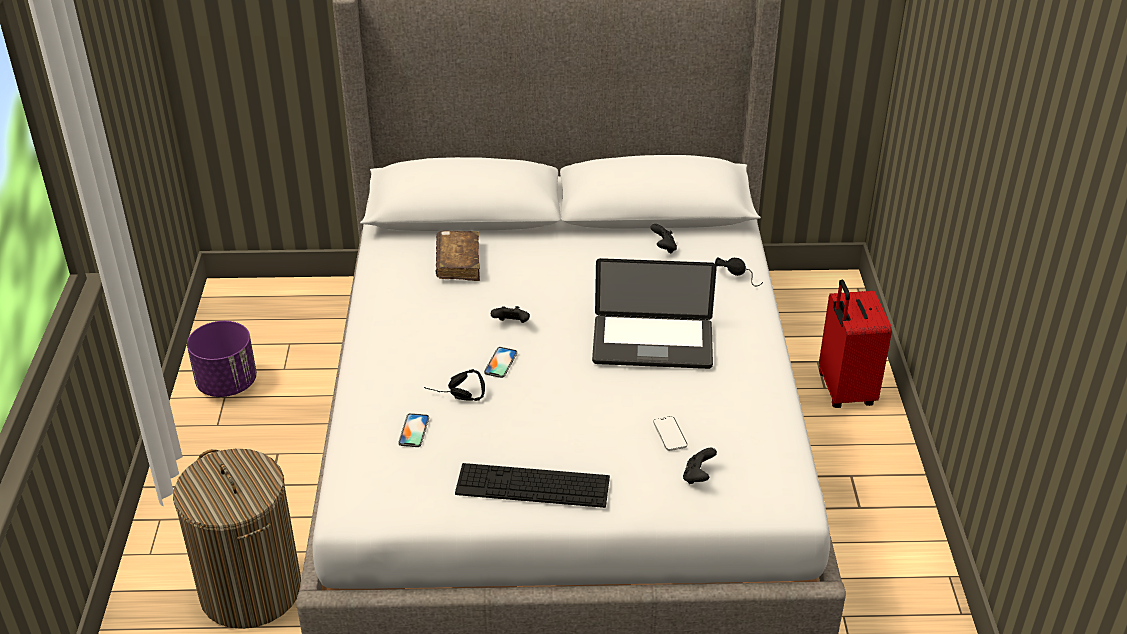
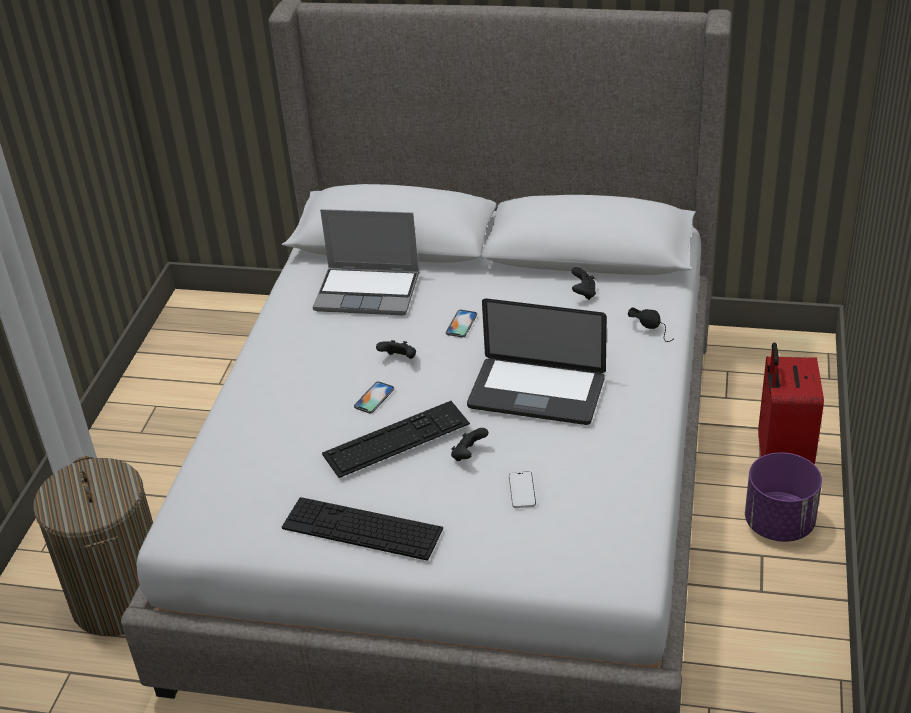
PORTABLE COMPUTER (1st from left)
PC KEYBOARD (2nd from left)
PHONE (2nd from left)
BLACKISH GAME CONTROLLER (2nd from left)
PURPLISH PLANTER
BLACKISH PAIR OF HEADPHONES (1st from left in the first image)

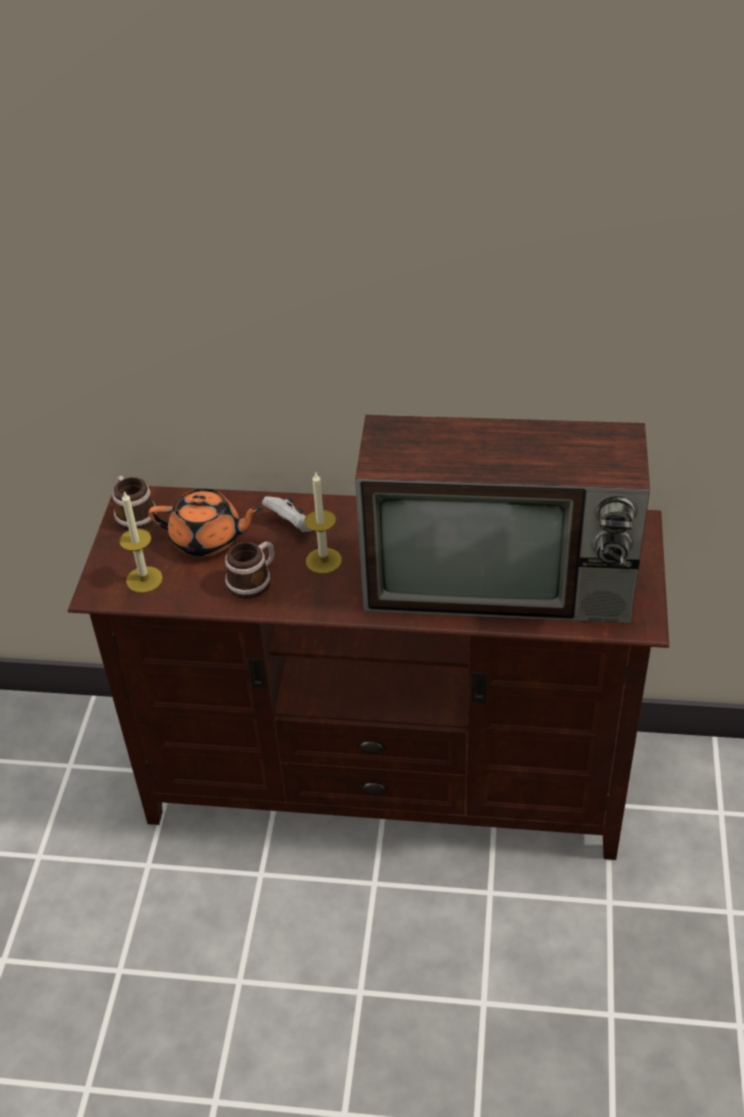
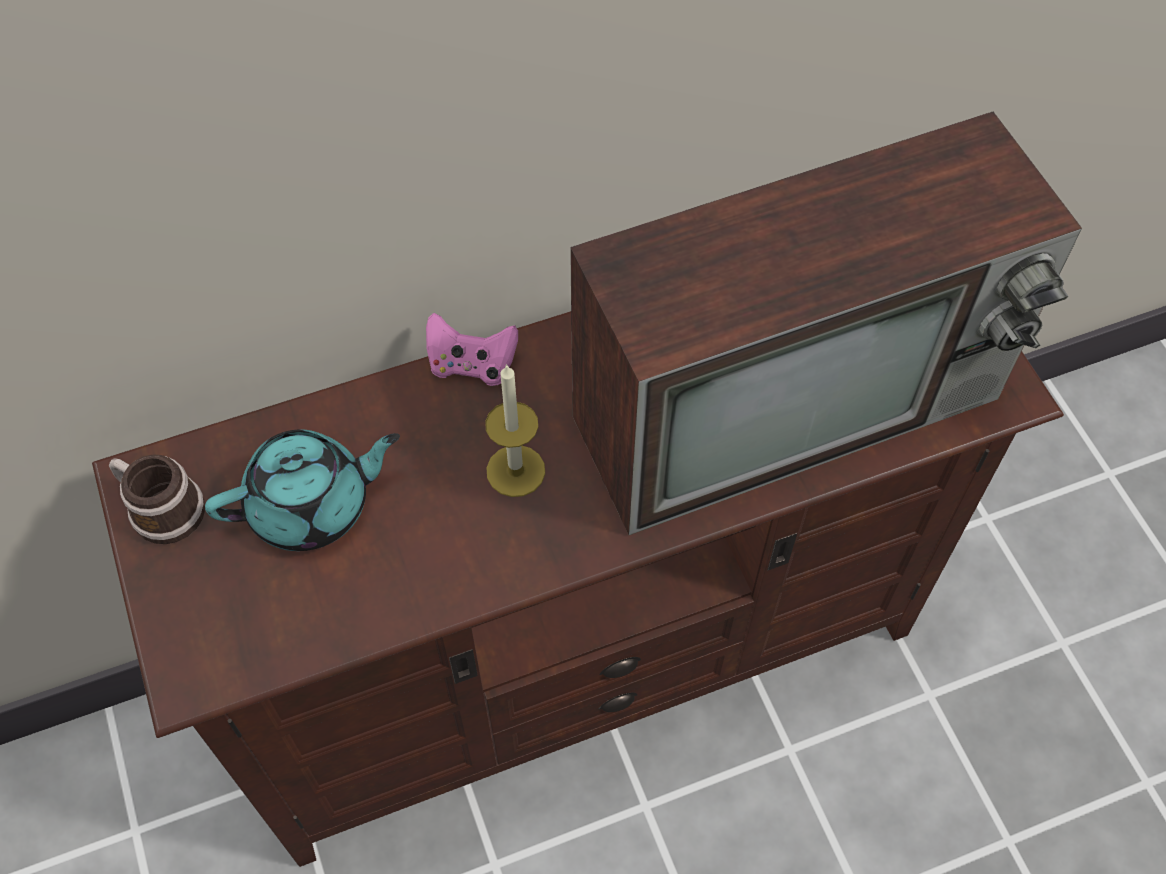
TURQUOISE TEAPOT
PINKISH GAME CONTROLLER
WAX CANDLE (1st from left in the first image)
TEA MUG (2nd from left in the first image)
WHITE GAME CONTROLLER

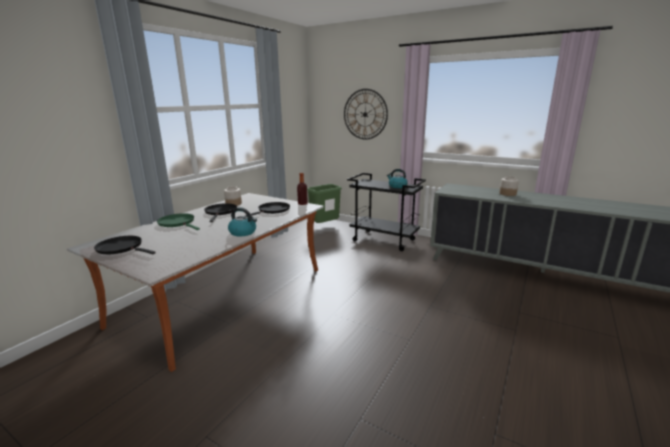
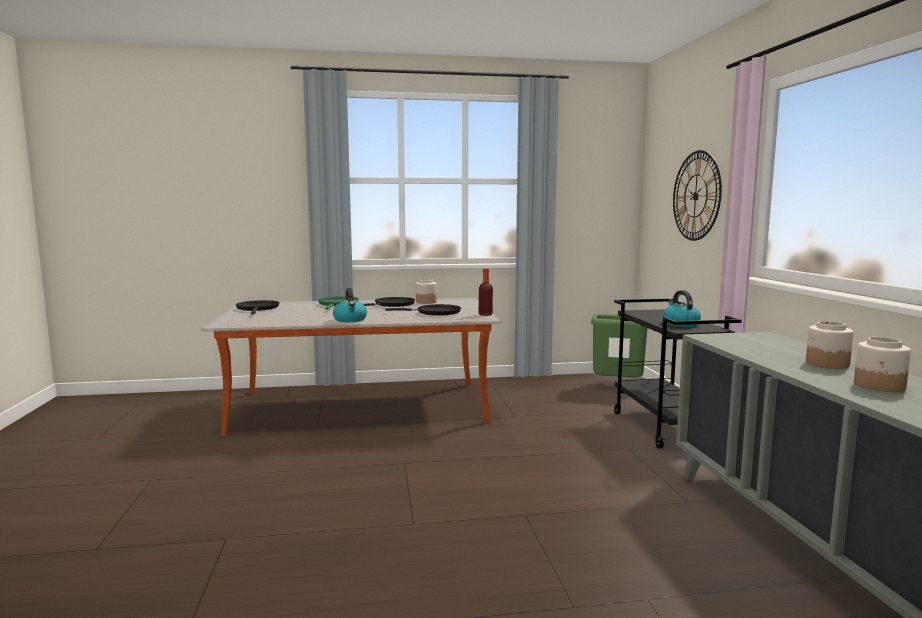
JAR (3rd from left)

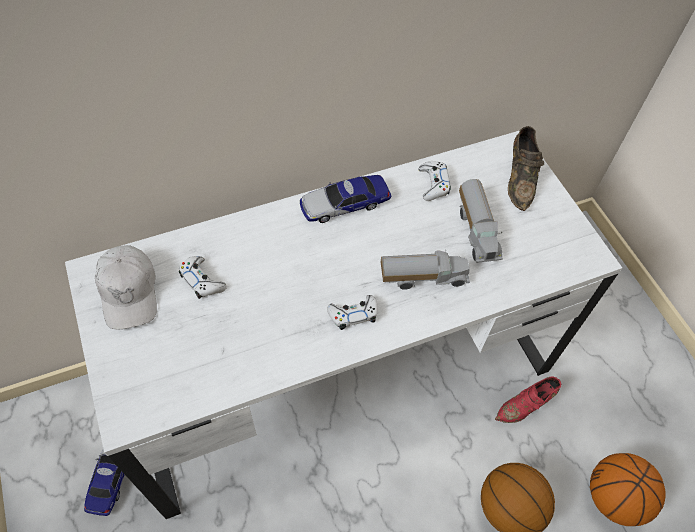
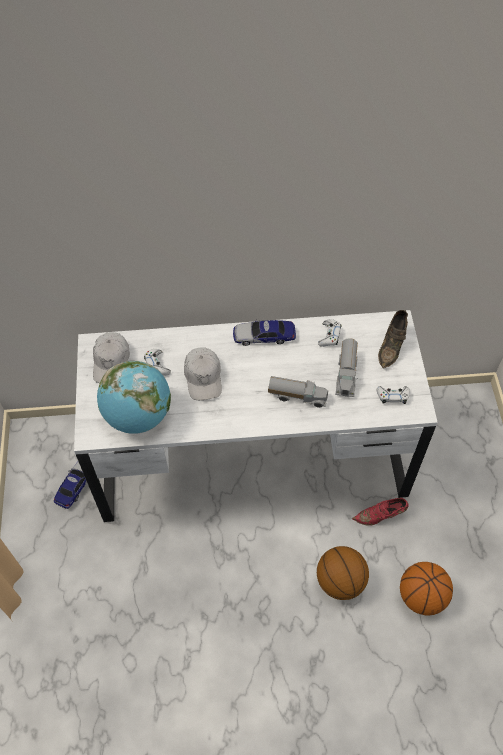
DESK GLOBE
WHITE BASEBALL CAP (2nd from left)
WHITE GAME CONTROLLER (3rd from left)

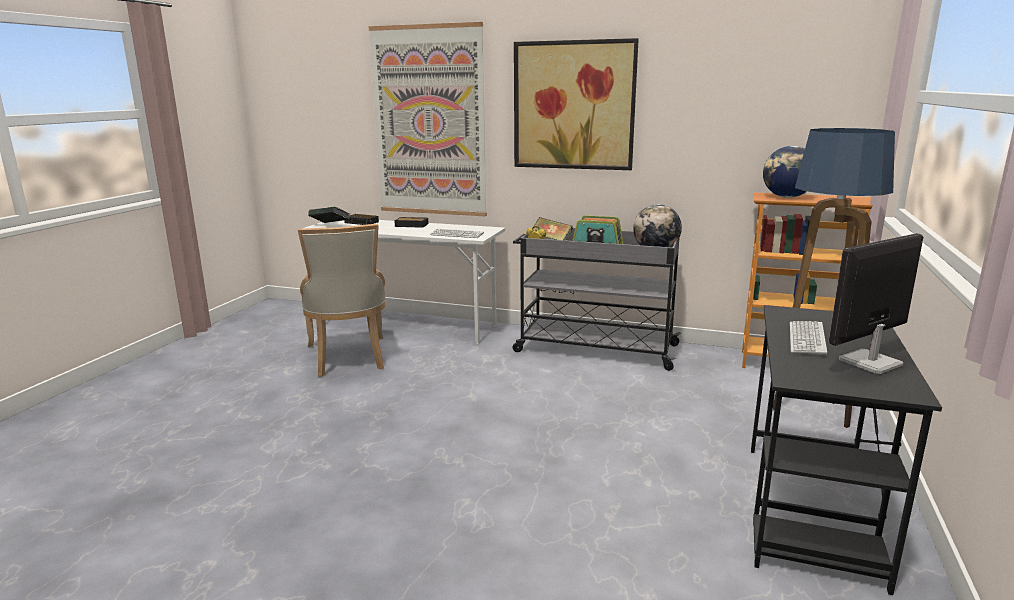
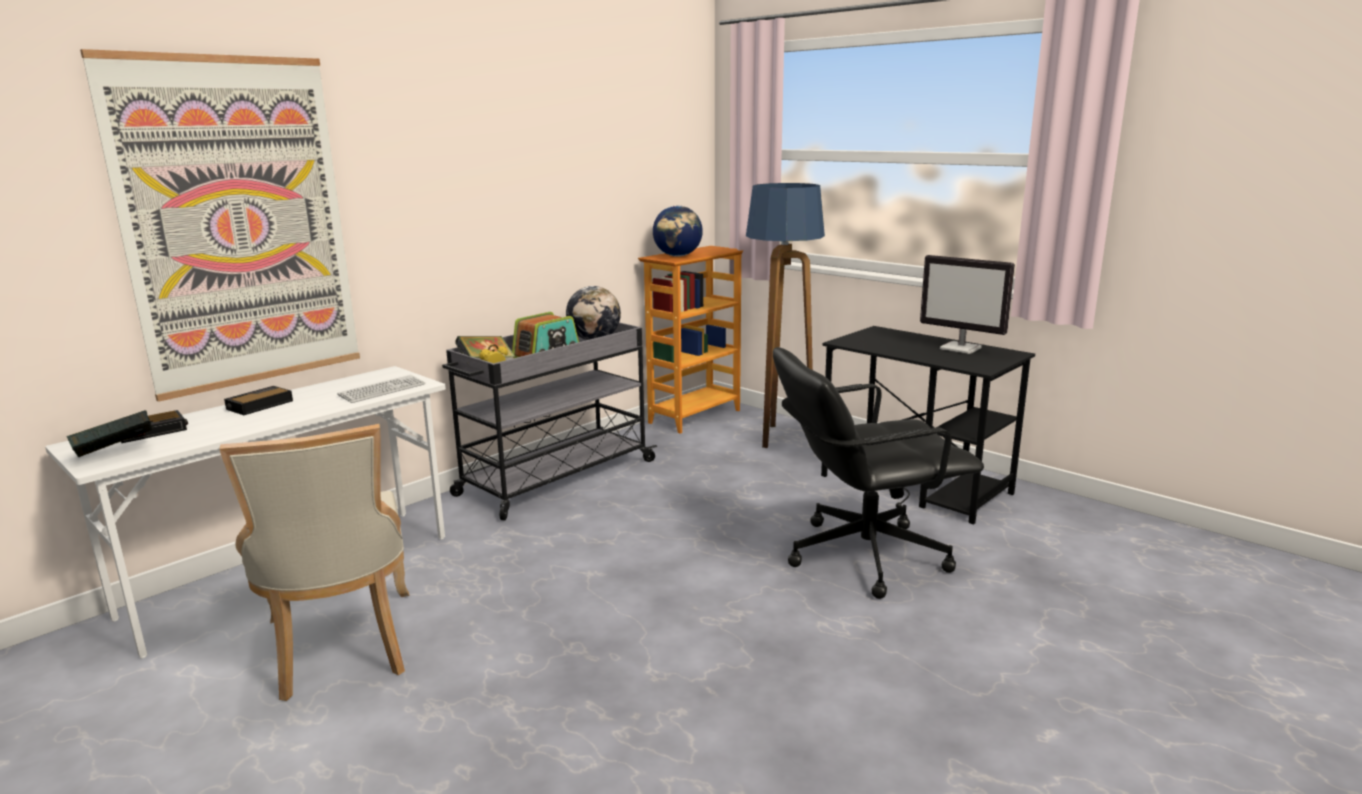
BEIGE-COLOURED PLAIN CHAIR
BLACKISH DESK CHAIR
MONITOR
PICTURE (2nd from left in the first image)
PC KEYBOARD (2nd from left in the first image)

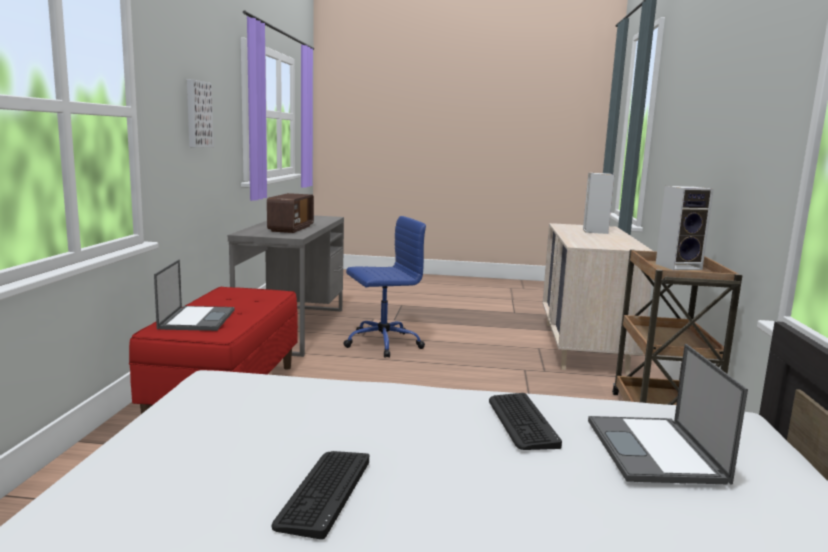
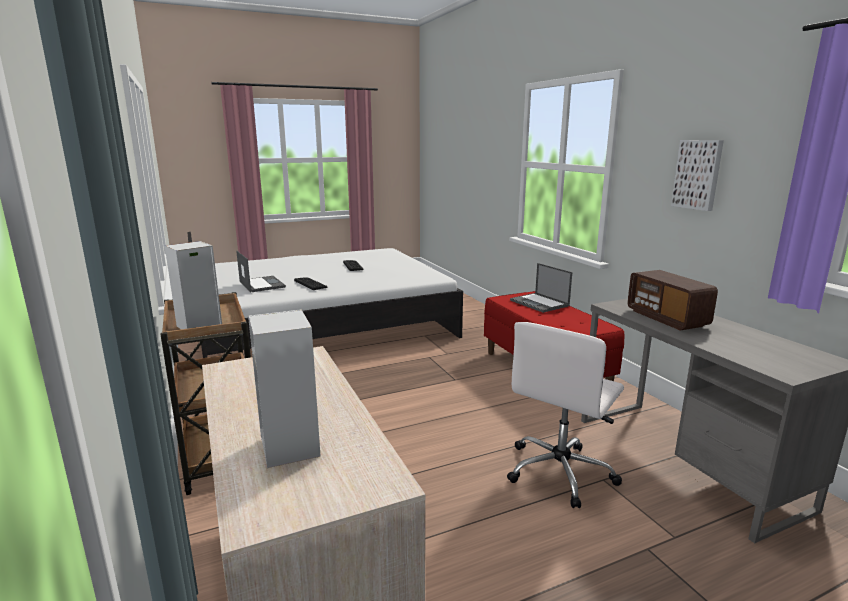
WHITE DESK CHAIR

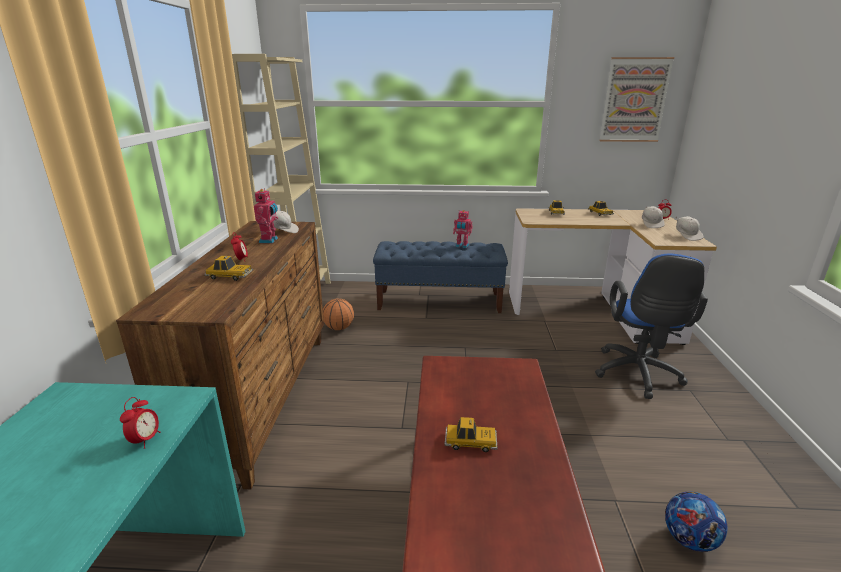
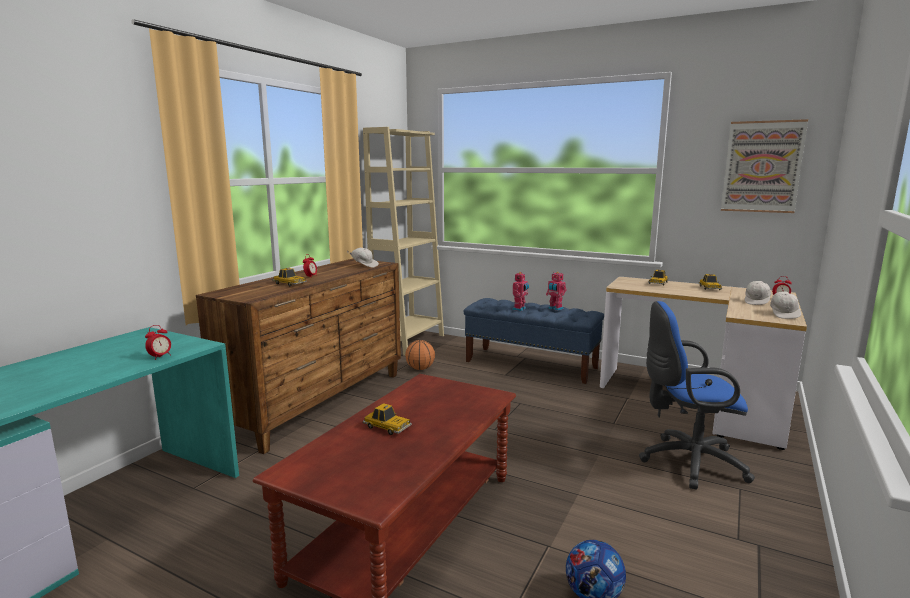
TOY ROBOT (1st from left)
BLUE-COLOURED DESK CHAIR

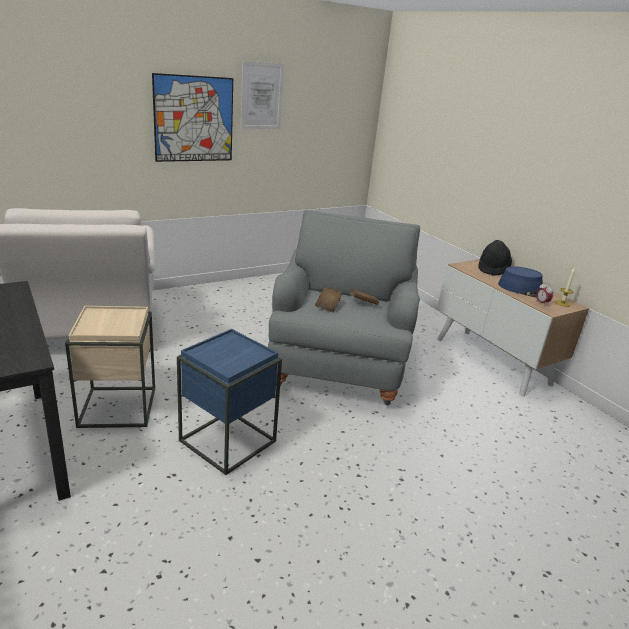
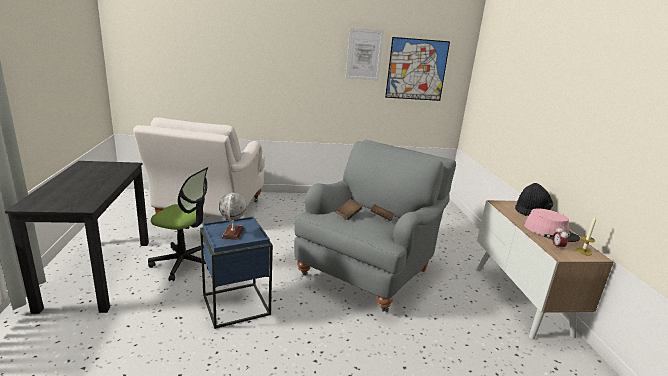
DESK CHAIR
DESK GLOBE
PICTURE (2nd from left)
PINKISH CLOTHING HAT

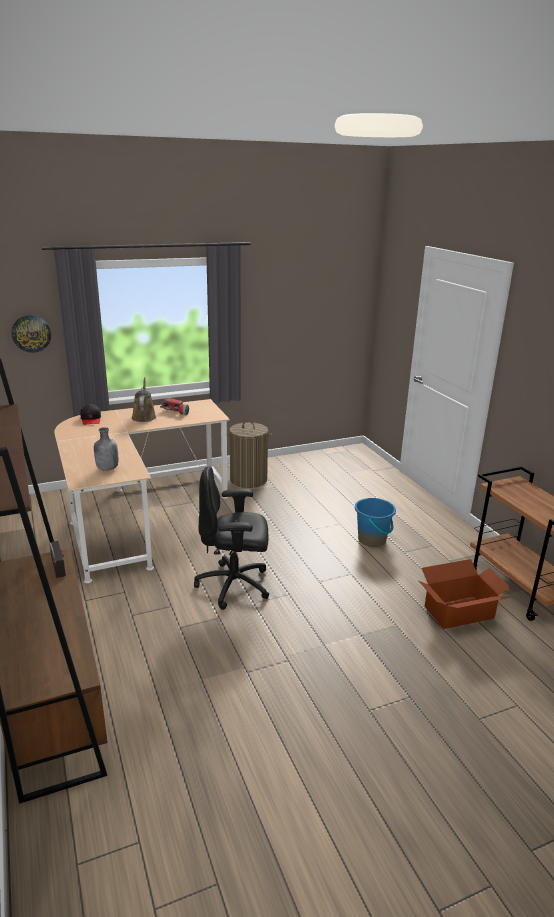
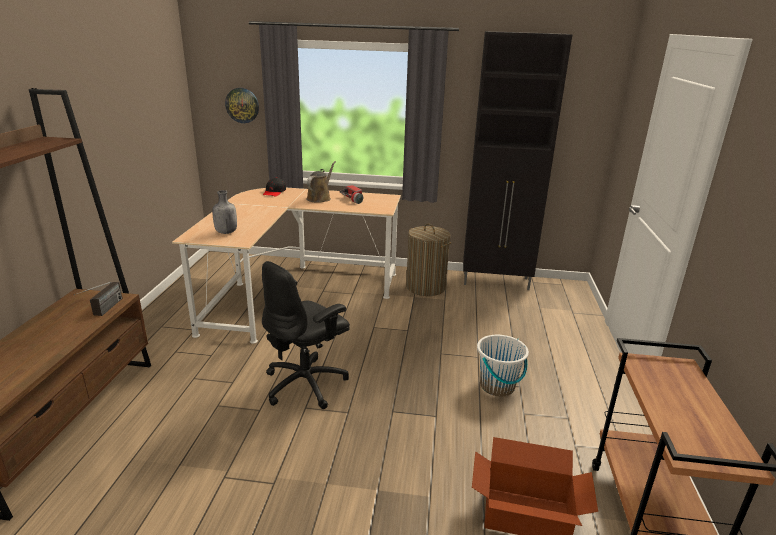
BLACKISH DESK CHAIR
BLACKISH CUPBOARD
WHITE WATER BUCKET

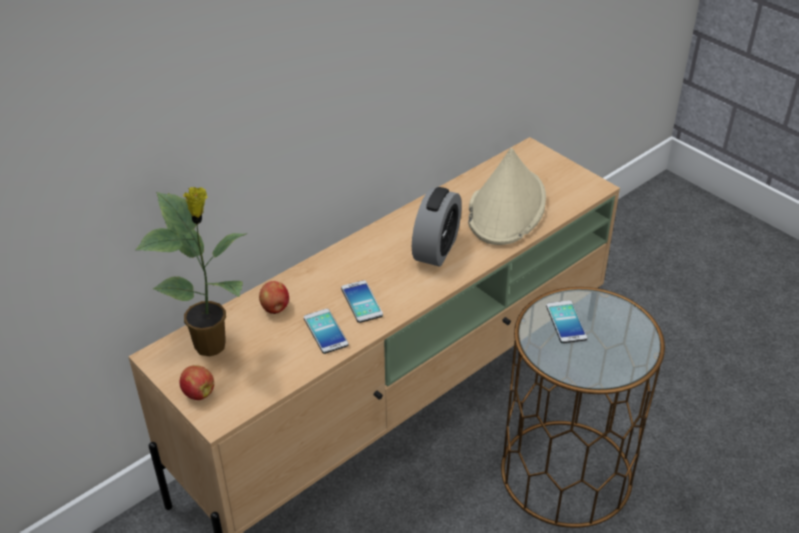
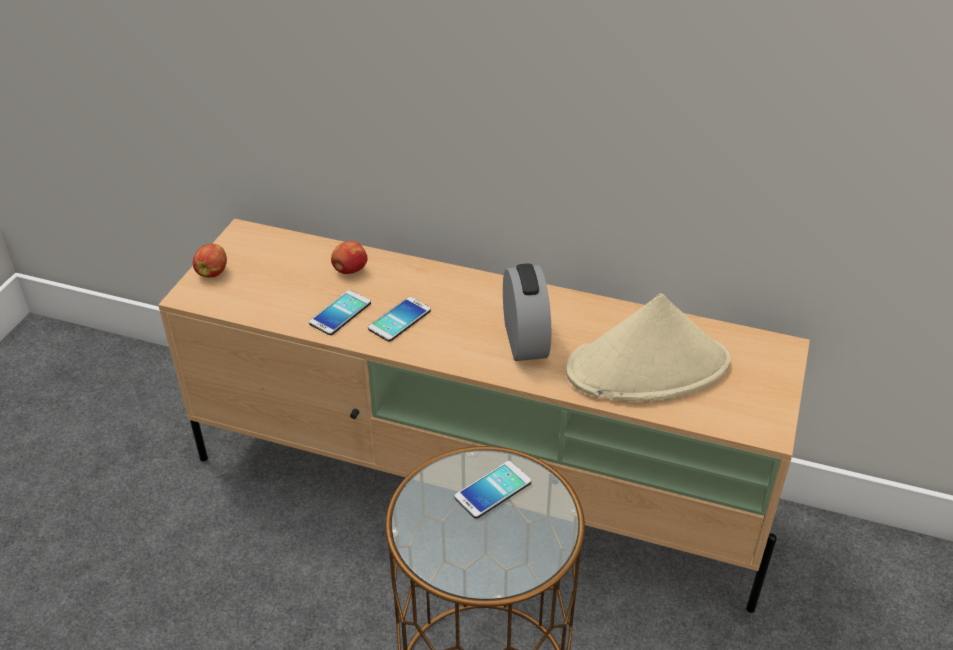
TABLE CLOCK
PLANT IN A POT

